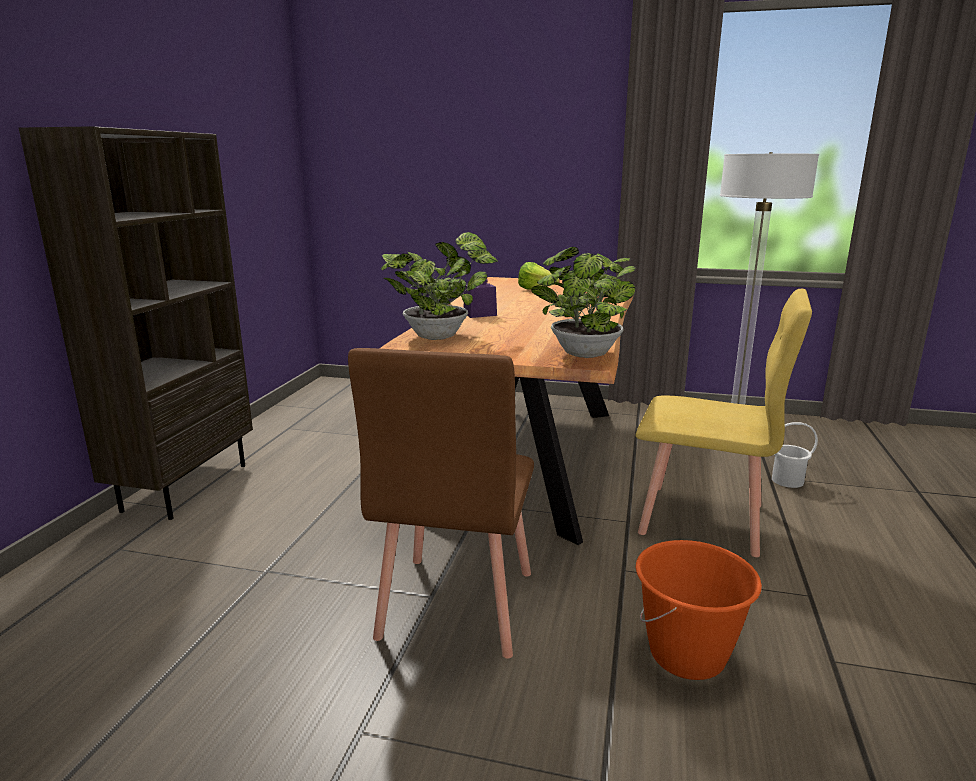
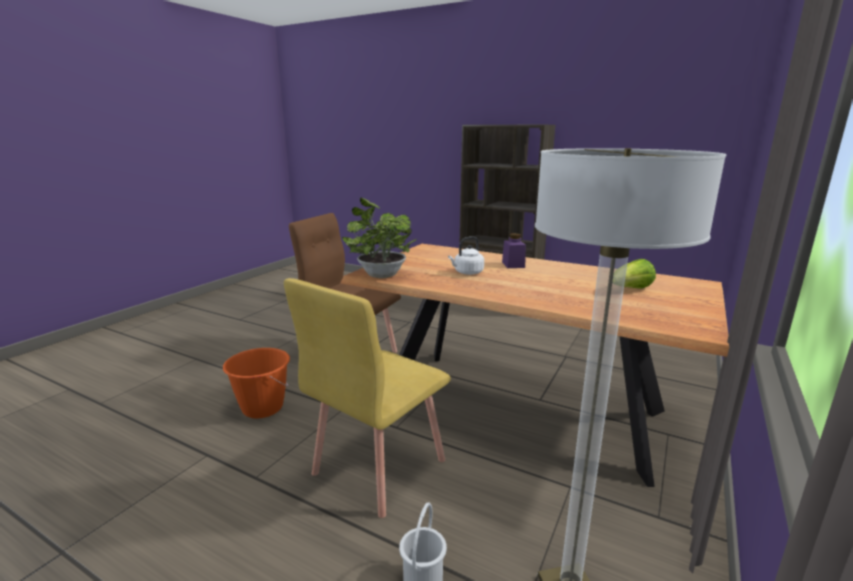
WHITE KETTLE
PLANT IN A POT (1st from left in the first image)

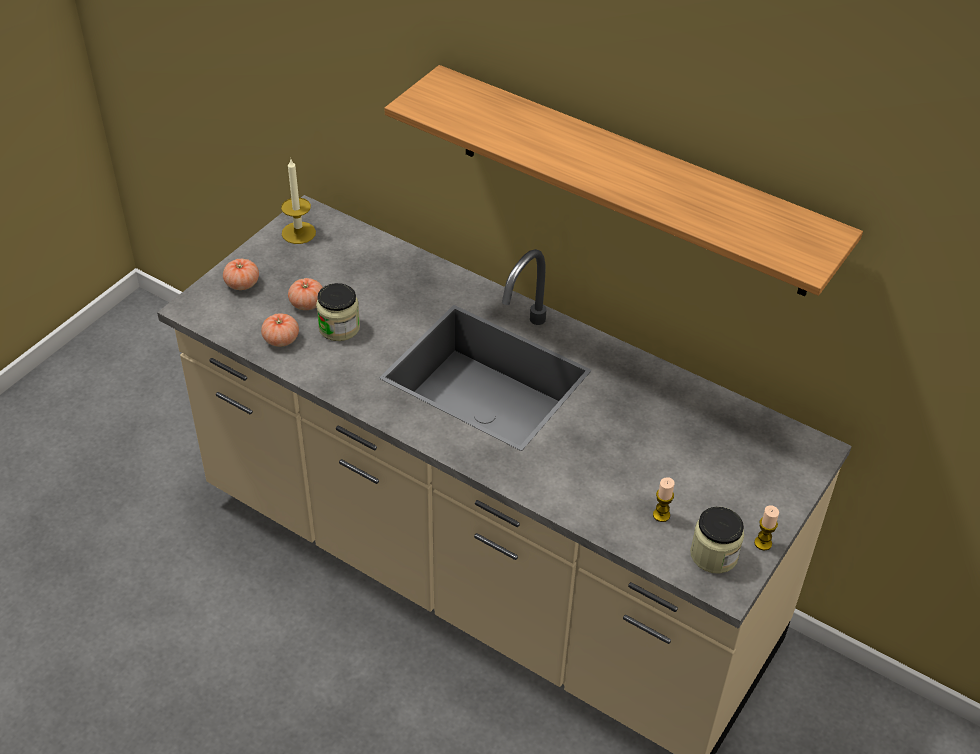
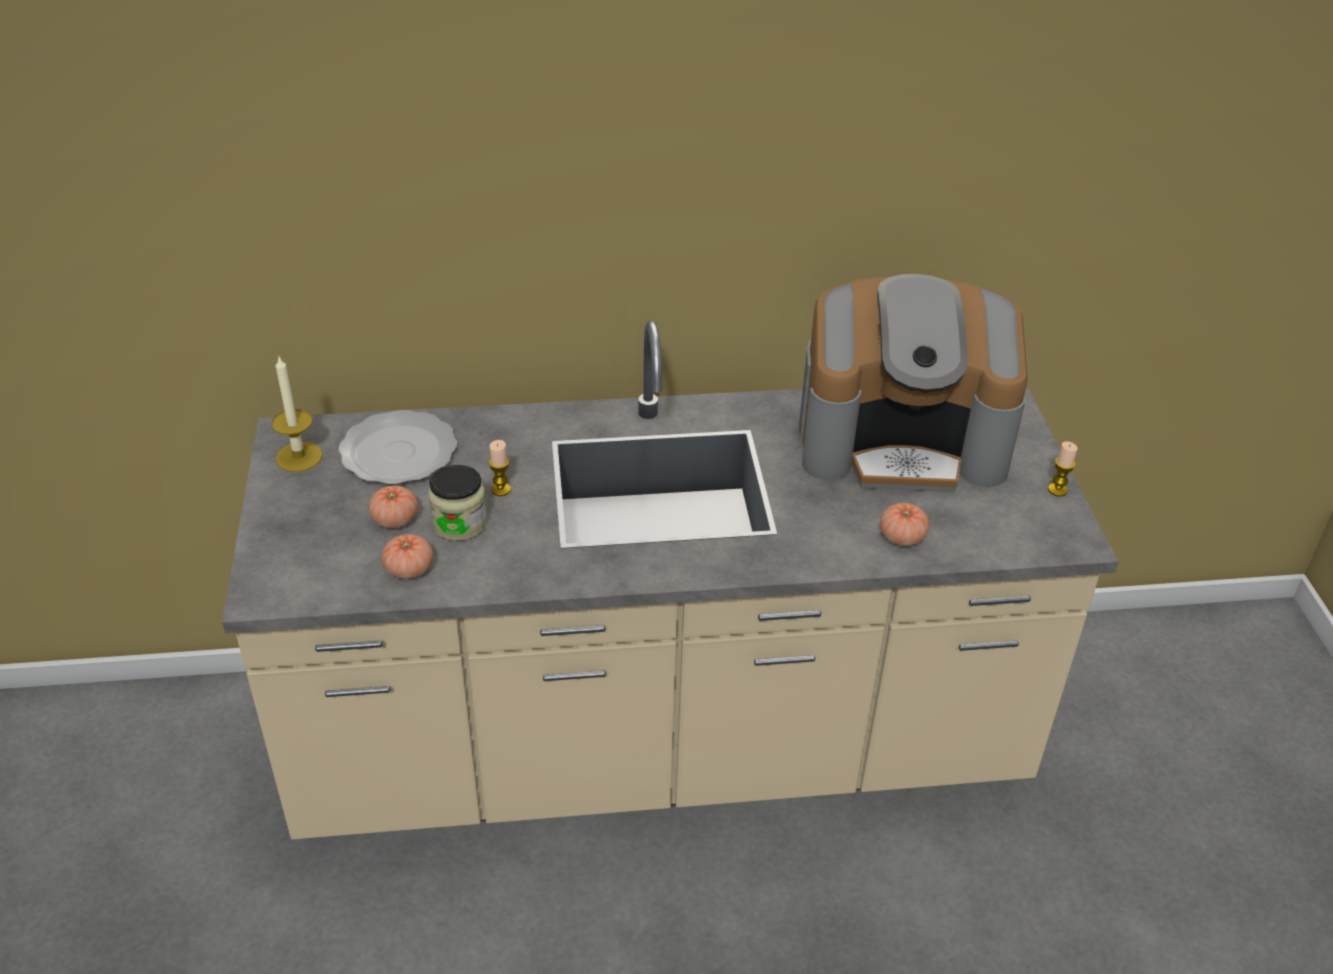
DINNER PLATE
WAX CANDLE (2nd from left)
COFFEE MAKER
FRESH TOMATO (3rd from left)
WALL SHELF
JAR (2nd from left in the first image)

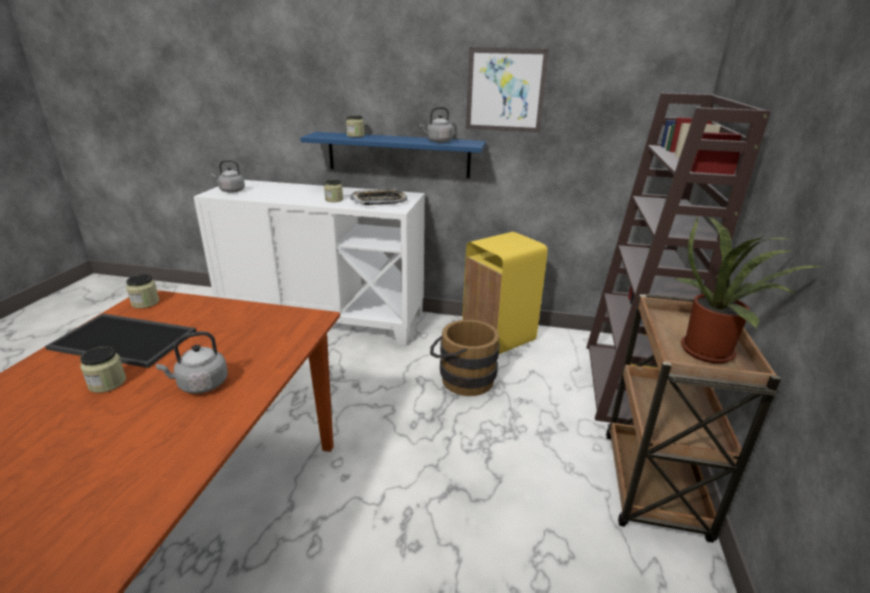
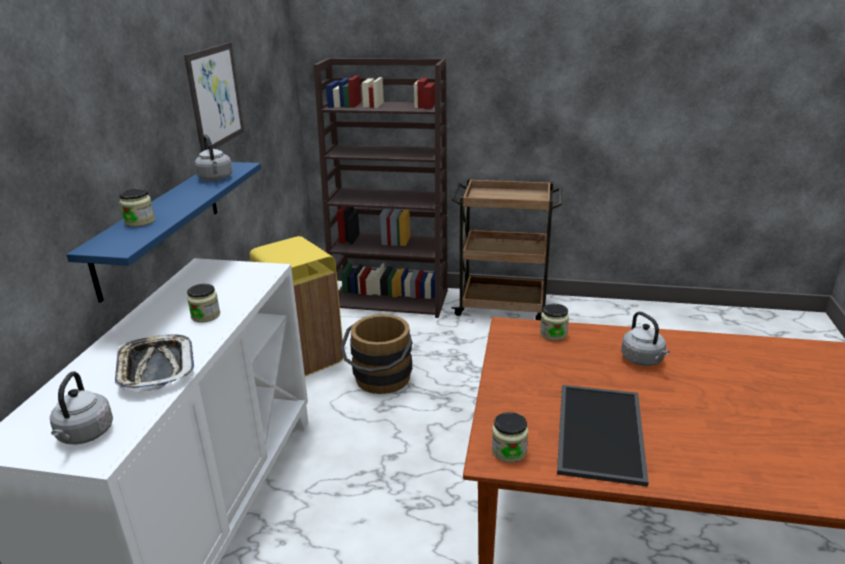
TRAY (1st from left)
JAR (4th from left)
PLANT IN A POT

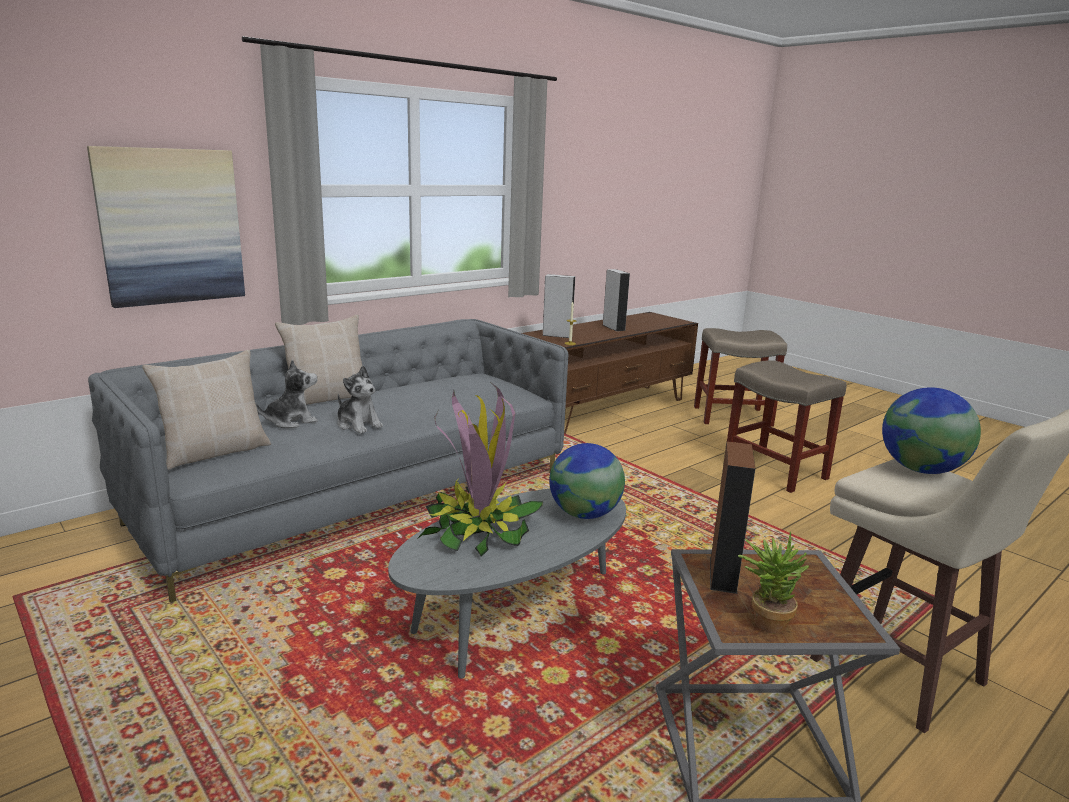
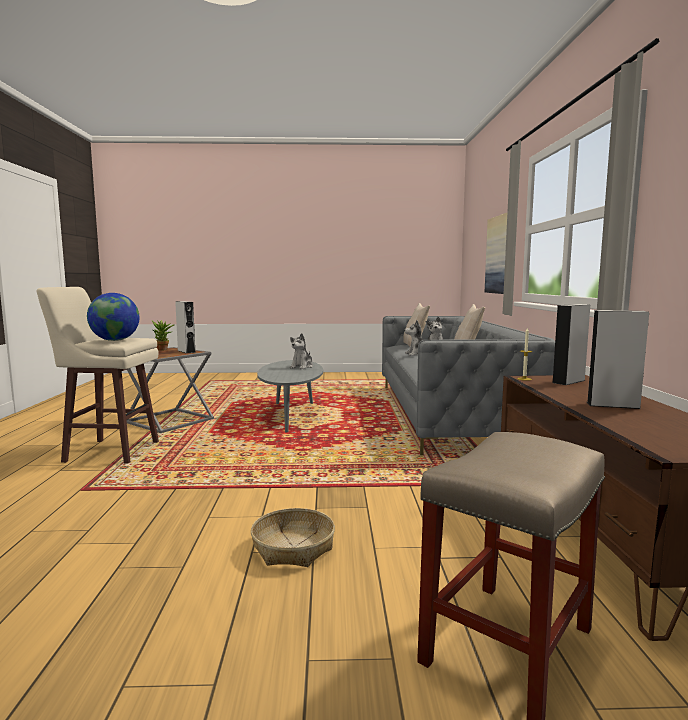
GREY AUDIO SPEAKER (1st from left)
STORAGE BASKET
SOFT TOY (1st from left)
DESK GLOBE (1st from left in the first image)

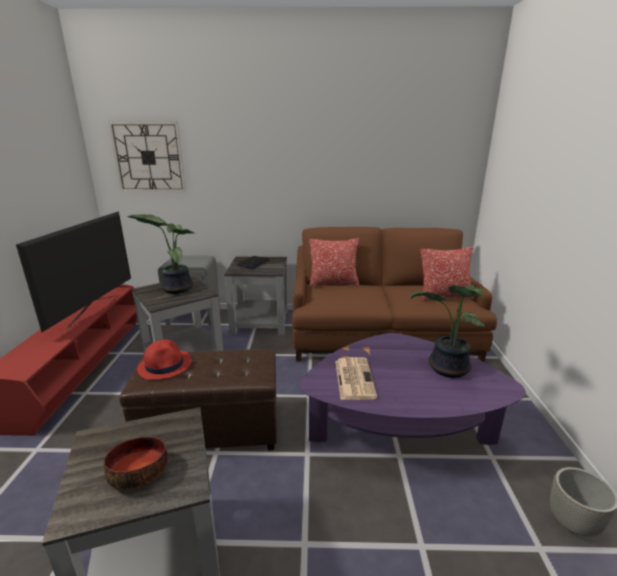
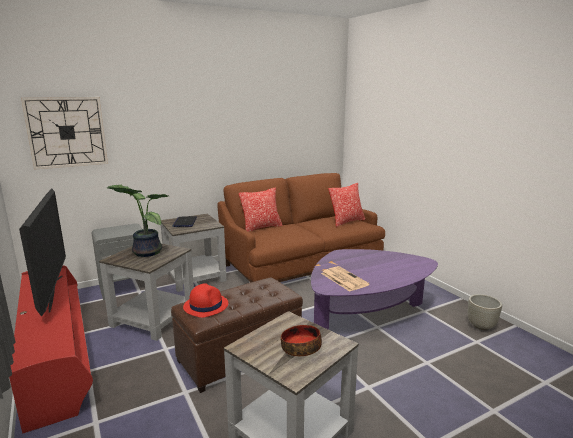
PLANT IN A POT (2nd from left in the first image)

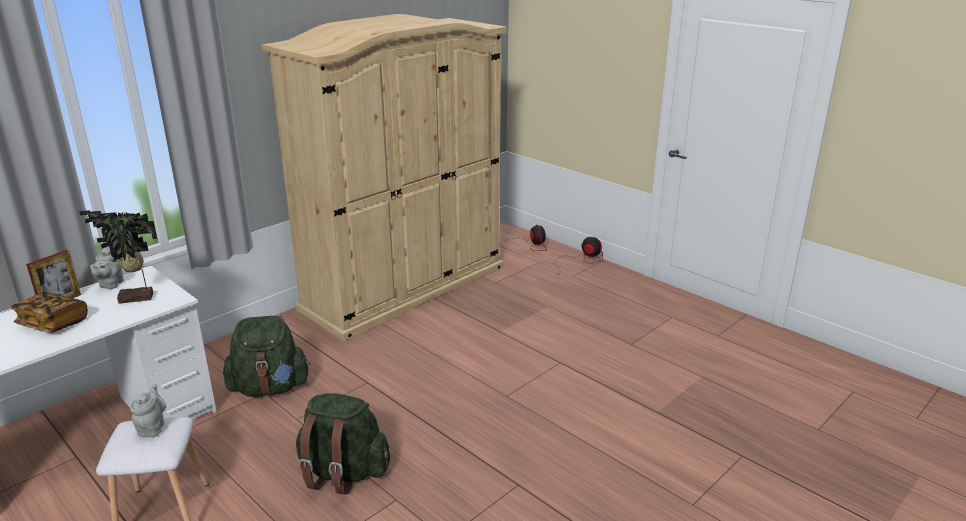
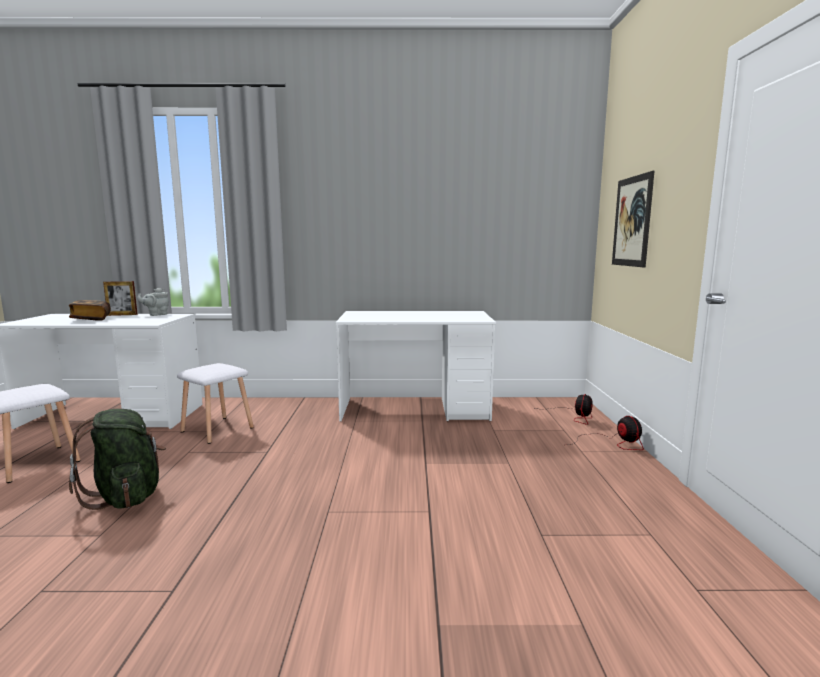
WHITE STOOL SEAT (2nd from left)
WHITE DESK (2nd from left)
PICTURE
PLANT IN A POT
GREY TEAPOT (2nd from left in the first image)

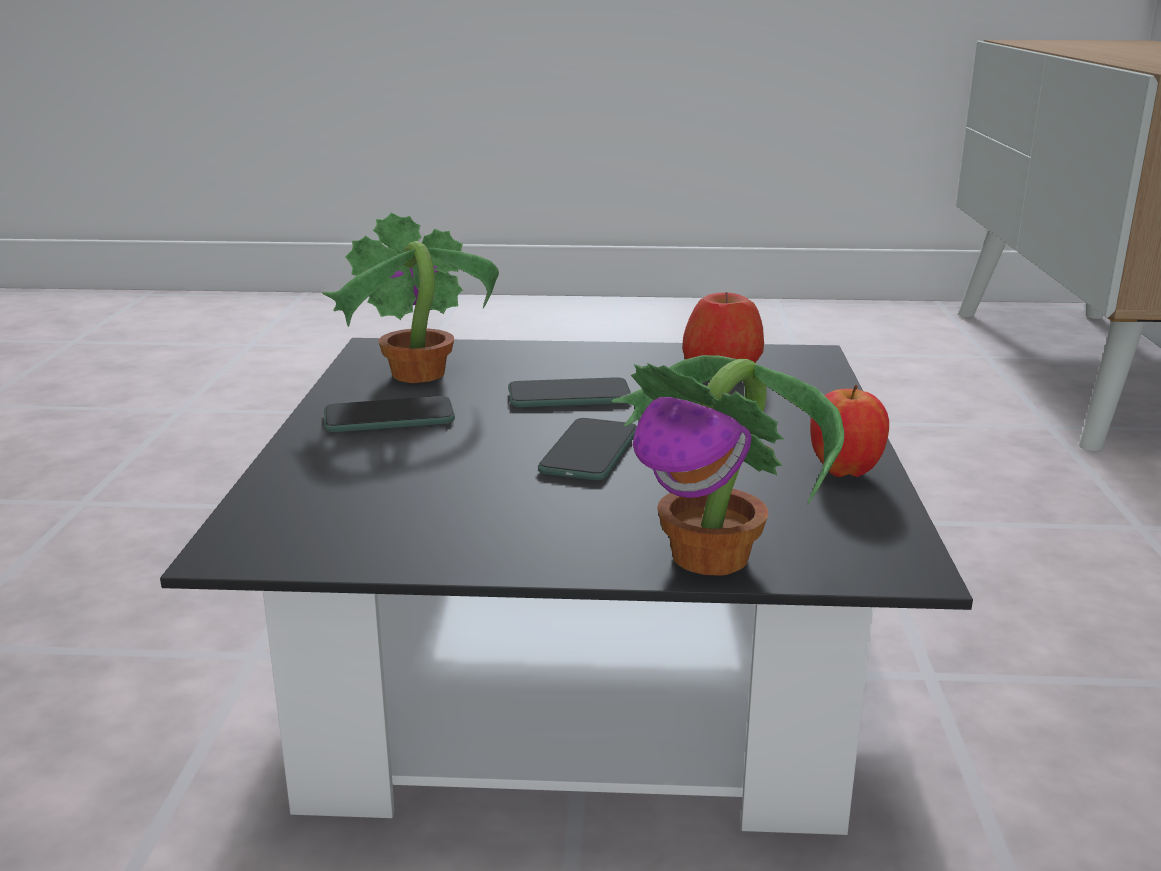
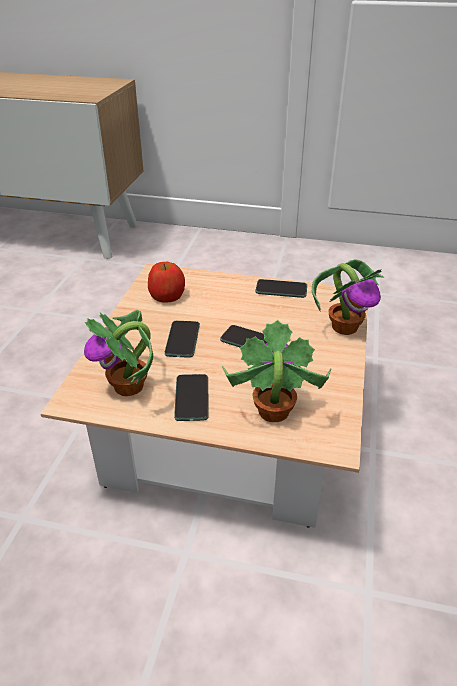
BEIGE-COLOURED COFFEE TABLE
PLANT IN A POT (2nd from left)
PHONE (4th from left)

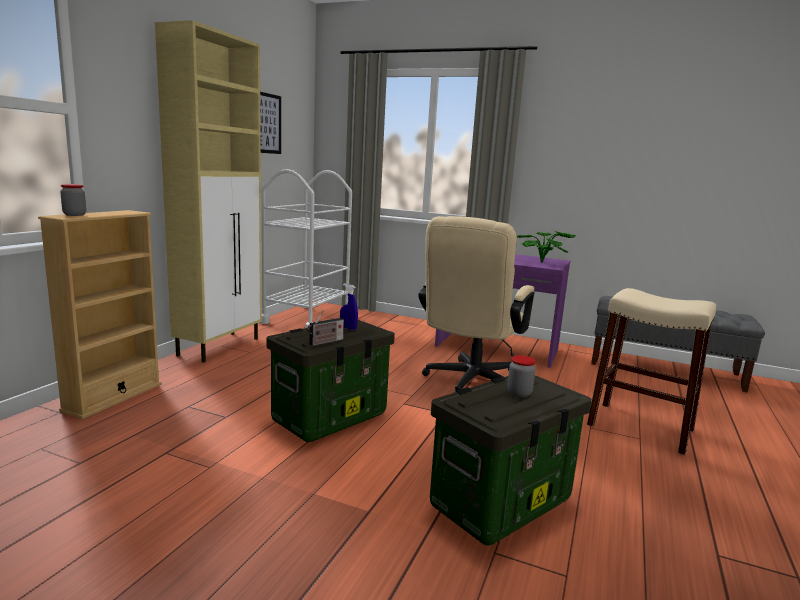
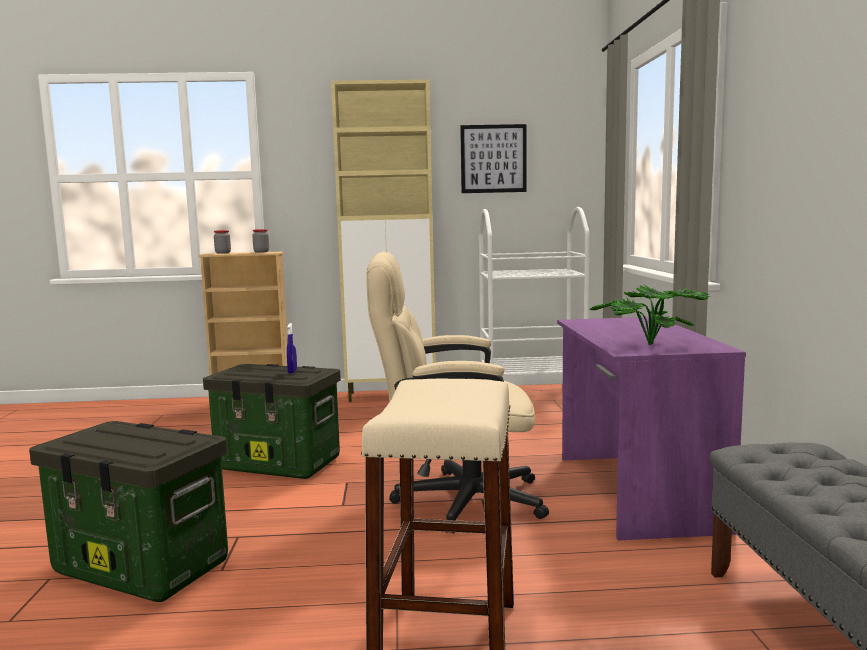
JAR (2nd from left)
RADIO SET

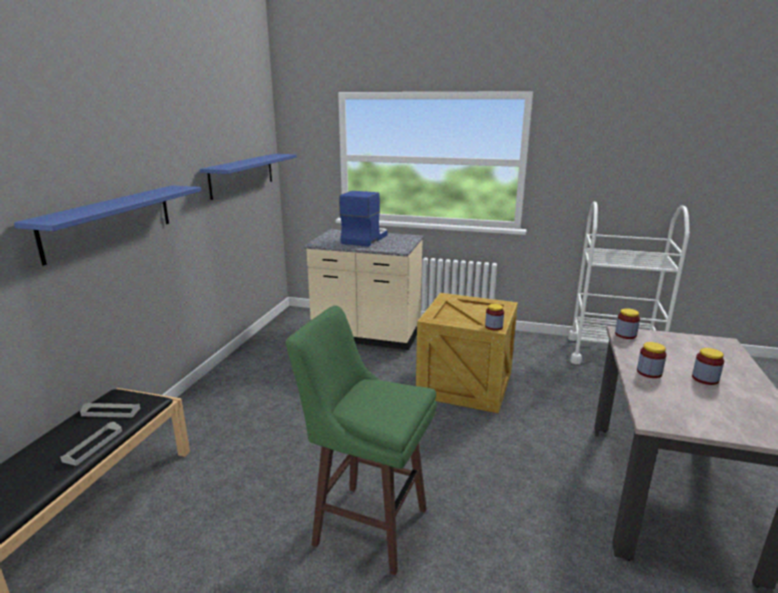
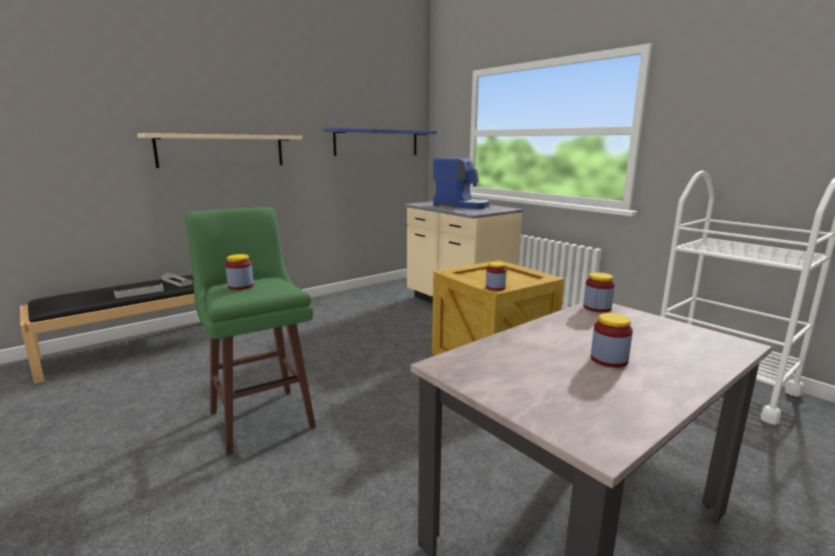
BEIGE-COLOURED WALL SHELF
JAR (1st from left)
COFFEE MAKER

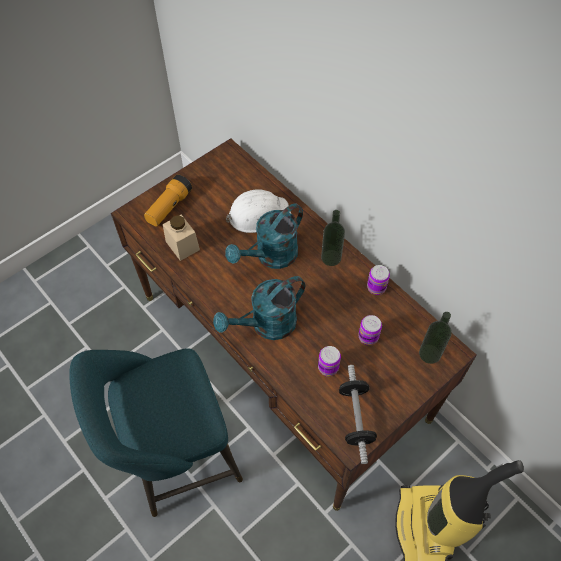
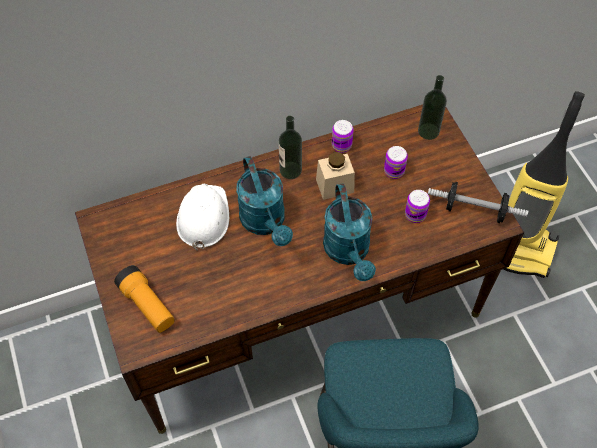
BEIGE-COLOURED JAR

